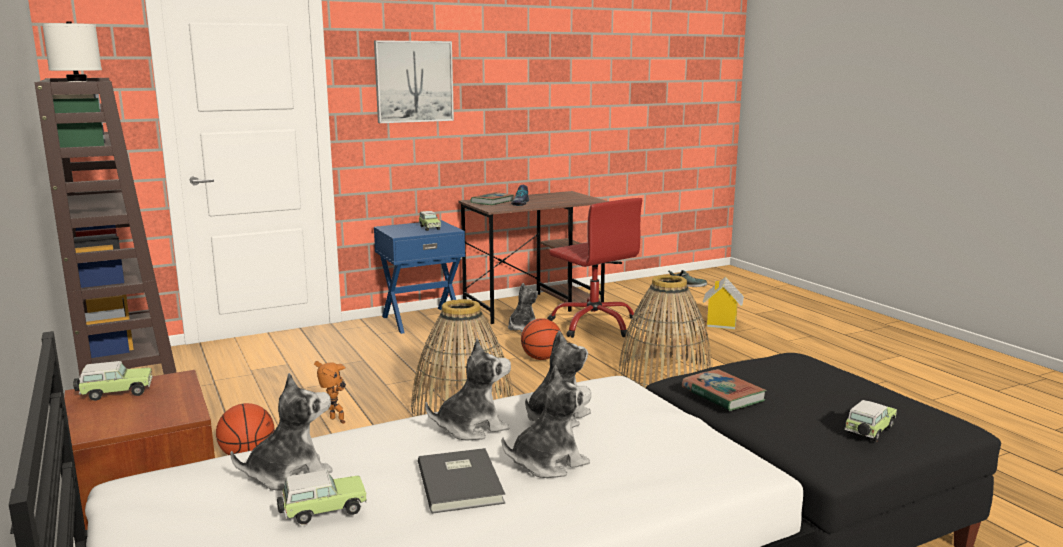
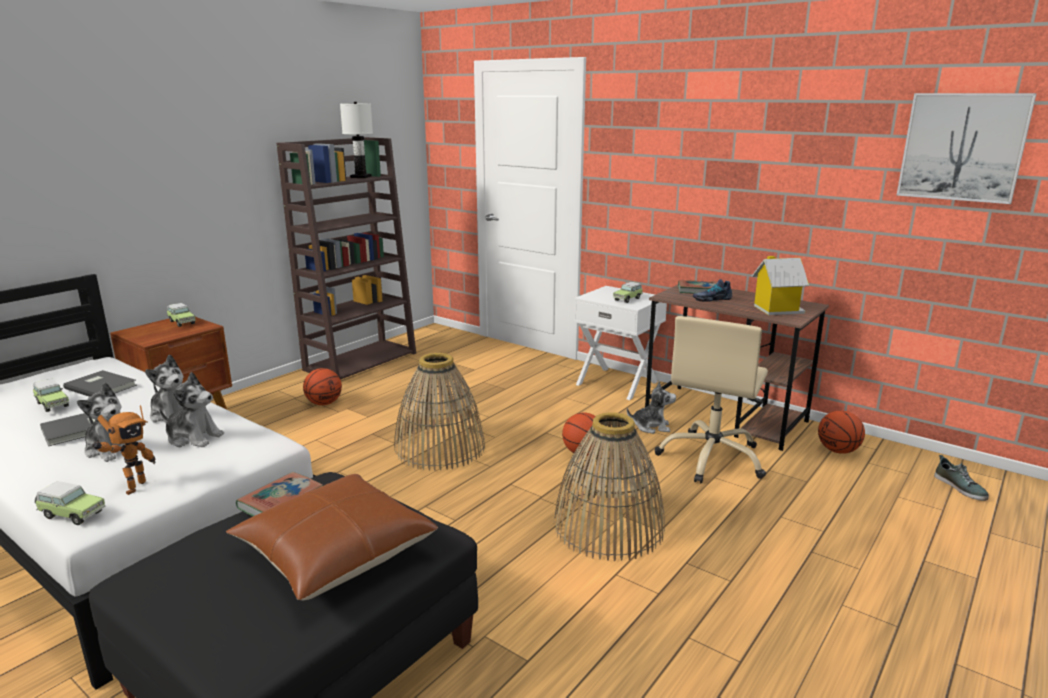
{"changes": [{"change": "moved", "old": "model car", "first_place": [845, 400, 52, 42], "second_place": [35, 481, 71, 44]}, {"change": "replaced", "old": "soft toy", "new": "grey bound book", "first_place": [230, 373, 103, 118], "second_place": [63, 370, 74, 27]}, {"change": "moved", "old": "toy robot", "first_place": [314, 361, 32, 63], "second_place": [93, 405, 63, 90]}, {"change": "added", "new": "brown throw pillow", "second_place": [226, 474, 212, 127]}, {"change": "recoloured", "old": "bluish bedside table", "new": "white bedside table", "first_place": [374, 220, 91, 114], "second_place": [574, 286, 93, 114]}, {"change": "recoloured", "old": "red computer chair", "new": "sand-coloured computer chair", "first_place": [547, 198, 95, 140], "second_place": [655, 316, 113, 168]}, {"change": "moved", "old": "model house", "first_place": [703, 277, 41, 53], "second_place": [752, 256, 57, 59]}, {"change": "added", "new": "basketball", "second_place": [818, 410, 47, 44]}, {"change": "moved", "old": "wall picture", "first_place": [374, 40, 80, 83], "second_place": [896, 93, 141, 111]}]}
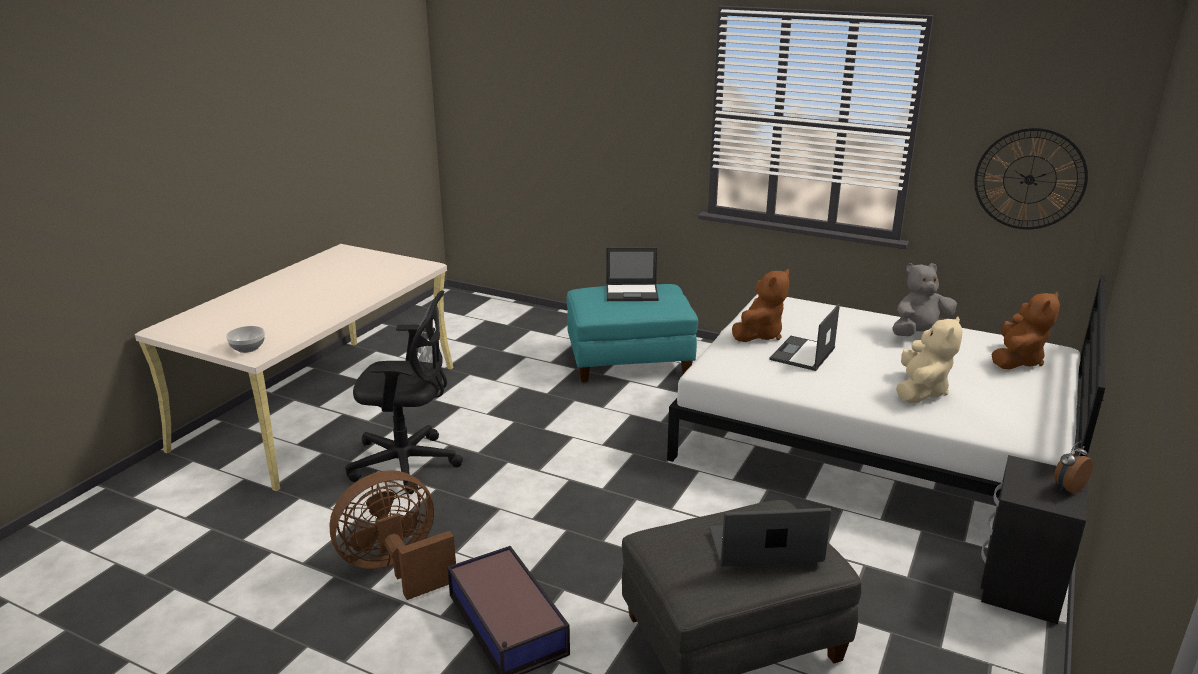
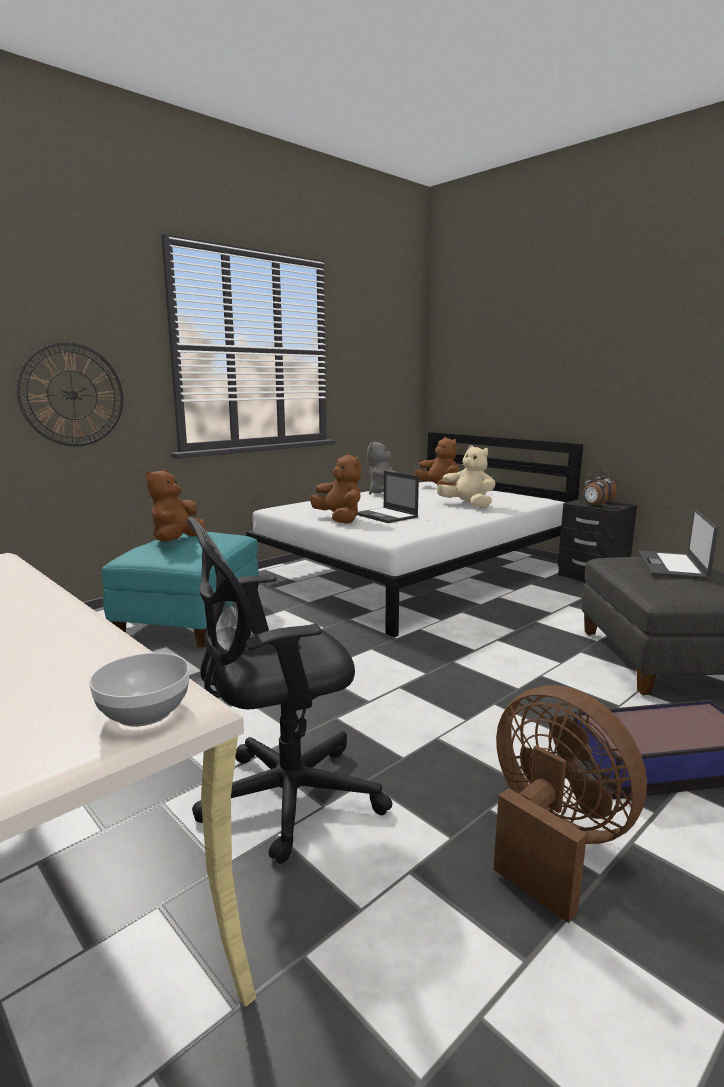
{"changes": [{"change": "moved", "old": "clock on the wall", "first_place": [974, 128, 114, 101], "second_place": [16, 342, 107, 104]}, {"change": "replaced", "old": "laptop", "new": "brown soft toy", "first_place": [606, 248, 53, 53], "second_place": [146, 469, 60, 73]}, {"change": "turned", "old": "blackish computer chair", "first_place": [345, 290, 118, 204], "second_place": [187, 517, 206, 347], "degrees": -135}, {"change": "turned", "old": "brown fan", "first_place": [330, 470, 126, 130], "second_place": [493, 685, 154, 238], "degrees": 150}, {"change": "added", "new": "alarm clock", "second_place": [583, 474, 26, 33]}]}
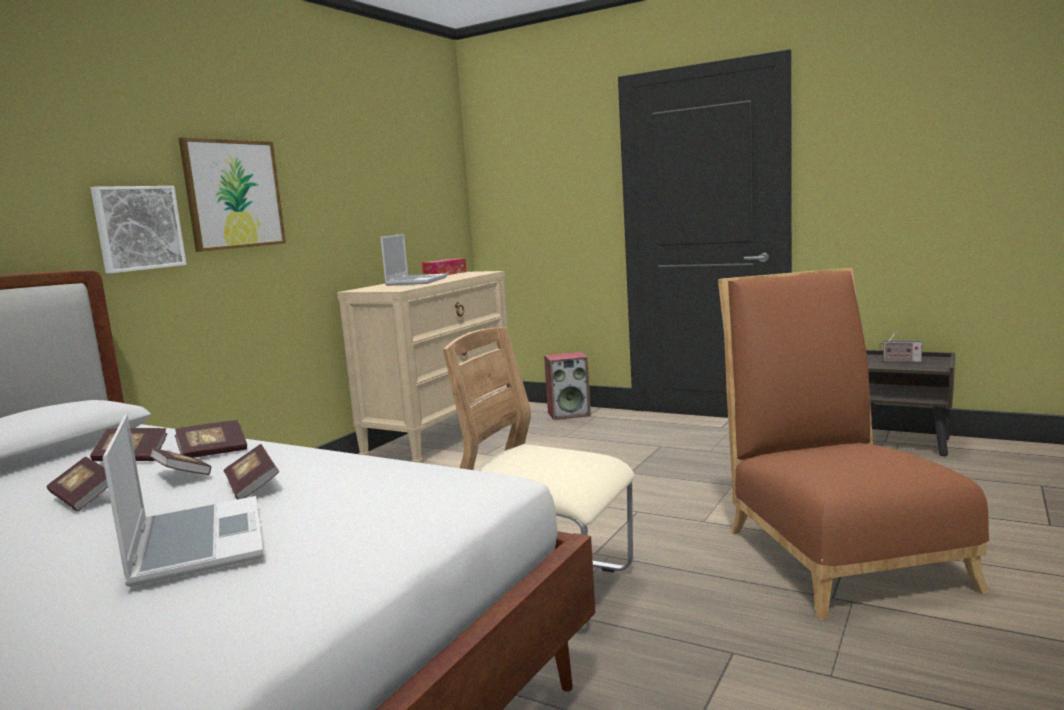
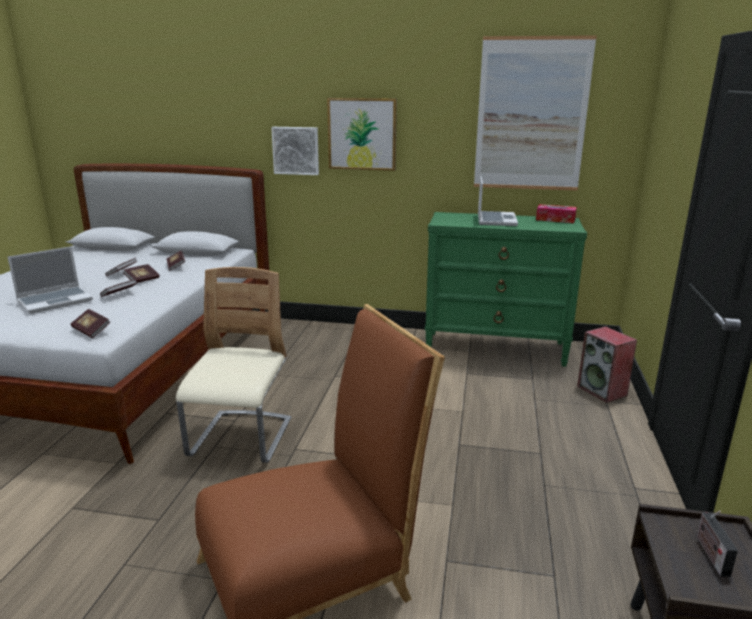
{"changes": [{"change": "moved", "old": "bound book", "first_place": [175, 420, 72, 38], "second_place": [71, 309, 39, 29]}, {"change": "recoloured", "old": "sand-coloured drawer chest", "new": "green drawer chest", "first_place": [337, 271, 171, 192], "second_place": [425, 212, 162, 155]}, {"change": "added", "new": "wall picture", "second_place": [474, 36, 123, 155]}, {"change": "turned", "old": "laptop", "first_place": [381, 234, 66, 52], "second_place": [478, 176, 40, 50], "degrees": -75}]}
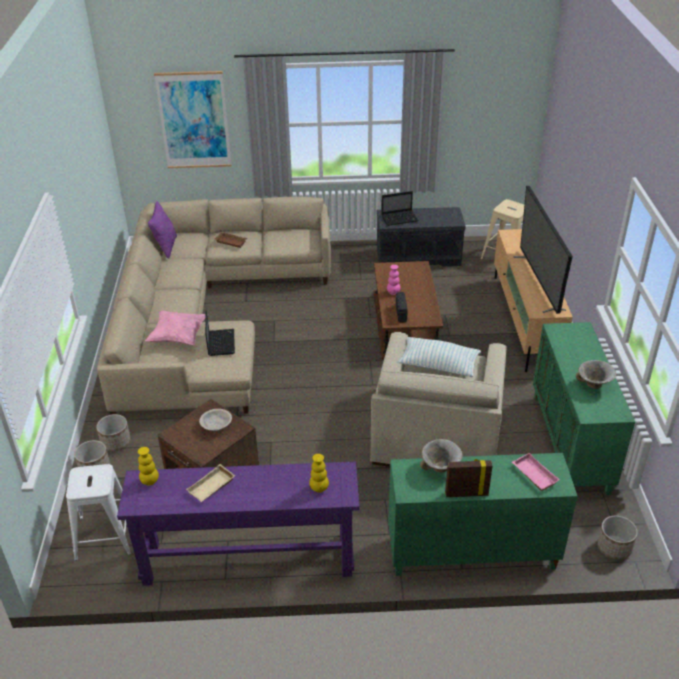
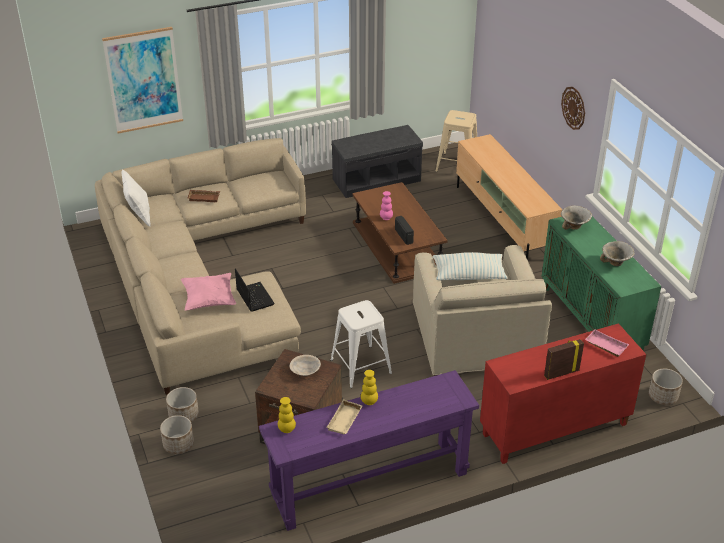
{"changes": [{"change": "recoloured", "old": "purple throw pillow", "new": "white throw pillow", "first_place": [148, 201, 29, 58], "second_place": [121, 169, 30, 57]}, {"change": "moved", "old": "white stool seat", "first_place": [66, 464, 65, 97], "second_place": [331, 300, 61, 88]}, {"change": "moved", "old": "yellow-coloured flower vase", "first_place": [309, 454, 20, 39], "second_place": [361, 370, 17, 35]}, {"change": "recoloured", "old": "green storage cabinet", "new": "red storage cabinet", "first_place": [388, 453, 190, 123], "second_place": [480, 323, 166, 141]}, {"change": "added", "new": "clock on the wall", "second_place": [561, 87, 24, 43]}, {"change": "moved", "old": "deep dish", "first_place": [420, 439, 43, 34], "second_place": [561, 205, 31, 25]}, {"change": "removed", "old": "laptop", "first_place": [381, 191, 38, 35]}, {"change": "removed", "old": "TV", "first_place": [513, 186, 60, 128]}]}
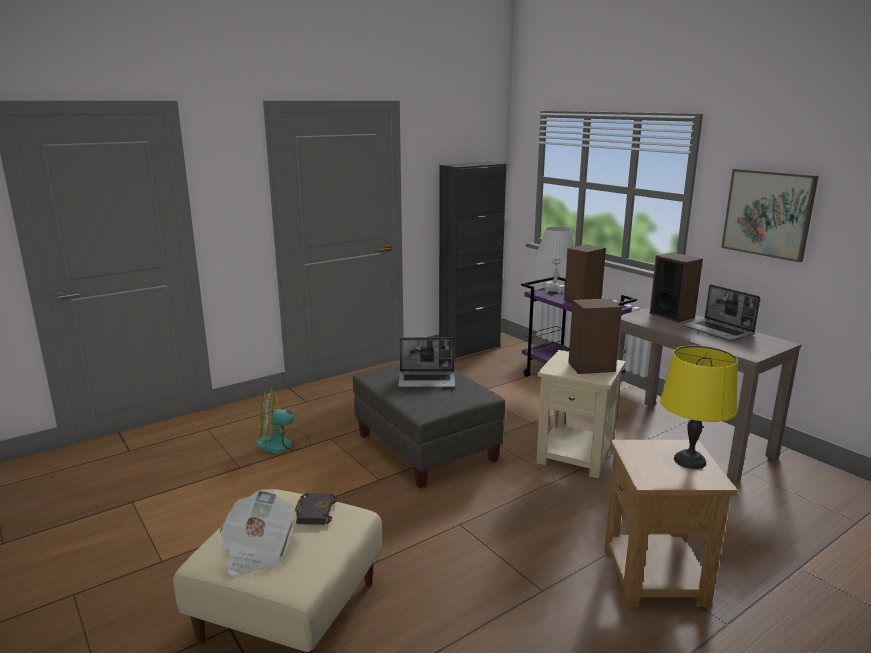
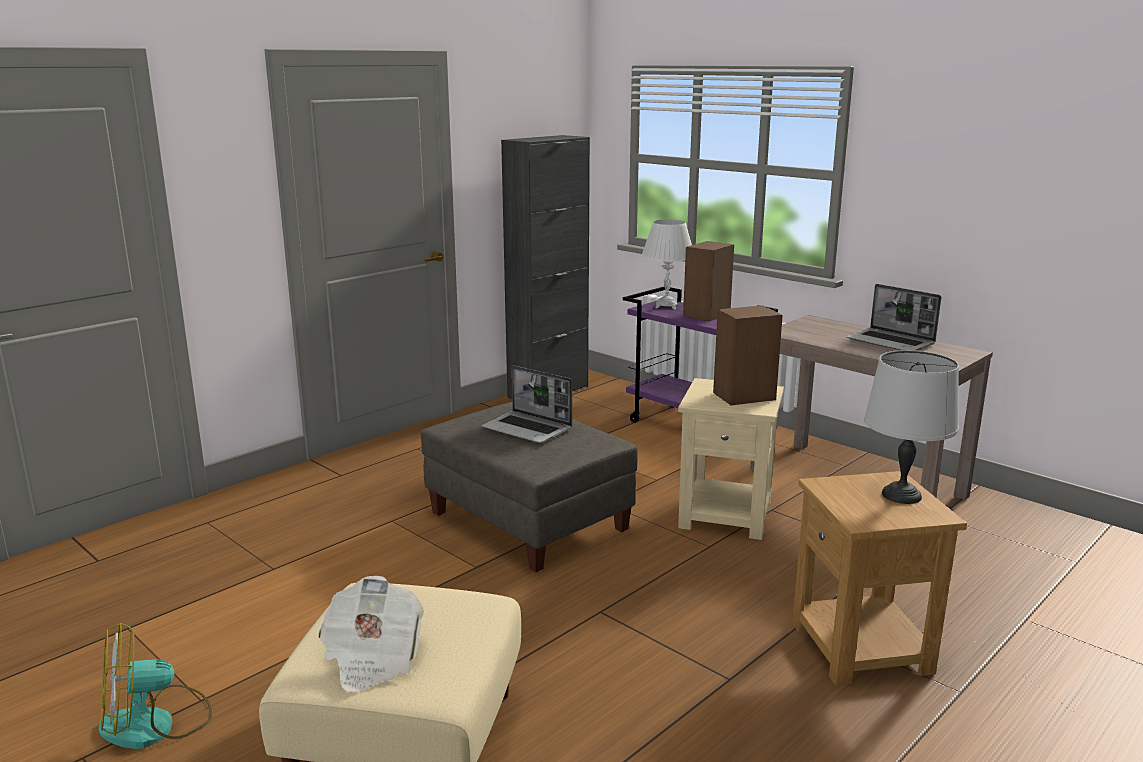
{"changes": [{"change": "moved", "old": "fan", "first_place": [256, 390, 55, 63], "second_place": [99, 623, 114, 126]}, {"change": "turned", "old": "laptop", "first_place": [398, 337, 57, 50], "second_place": [481, 365, 91, 78], "degrees": 45}, {"change": "recoloured", "old": "yellow-coloured lamp for a table", "new": "grey lamp for a table", "first_place": [660, 345, 78, 124], "second_place": [864, 350, 95, 154]}, {"change": "removed", "old": "blackish bound book", "first_place": [295, 493, 43, 32]}, {"change": "removed", "old": "speaker", "first_place": [649, 252, 54, 70]}, {"change": "removed", "old": "wall picture", "first_place": [721, 169, 98, 93]}]}
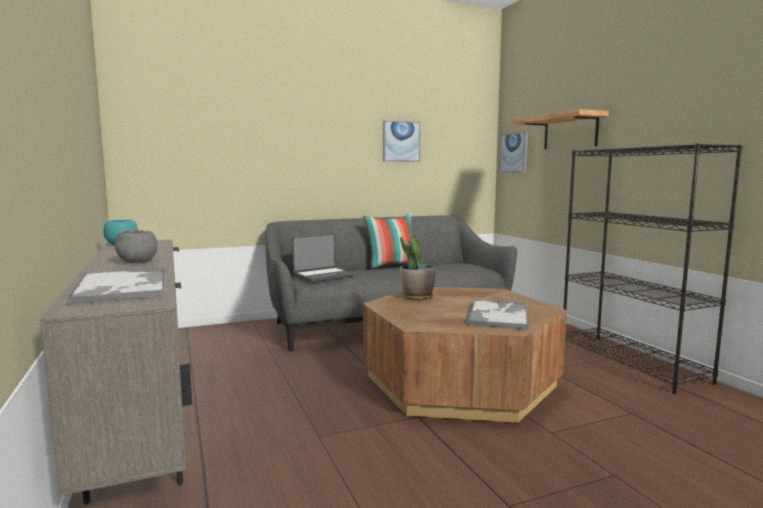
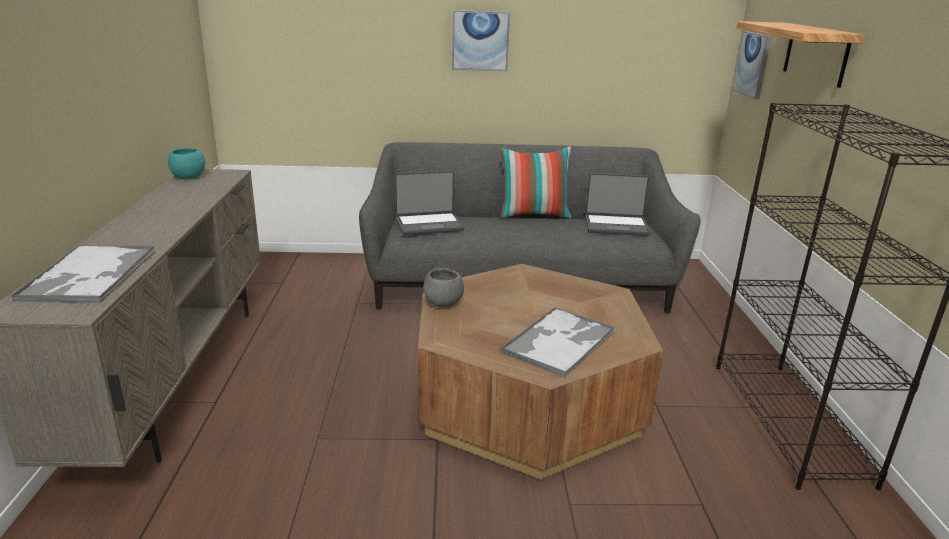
{"changes": [{"change": "moved", "old": "grey deep dish", "first_place": [115, 230, 43, 33], "second_place": [423, 268, 41, 40]}, {"change": "moved", "old": "wall picture", "first_place": [383, 120, 38, 42], "second_place": [452, 10, 58, 61]}, {"change": "added", "new": "laptop", "second_place": [585, 173, 65, 63]}, {"change": "removed", "old": "potted plant", "first_place": [400, 235, 35, 65]}]}
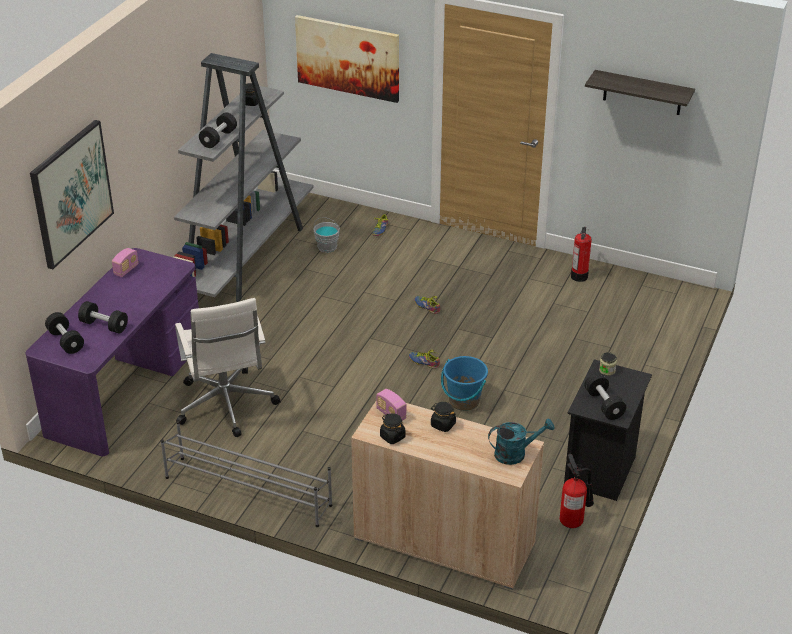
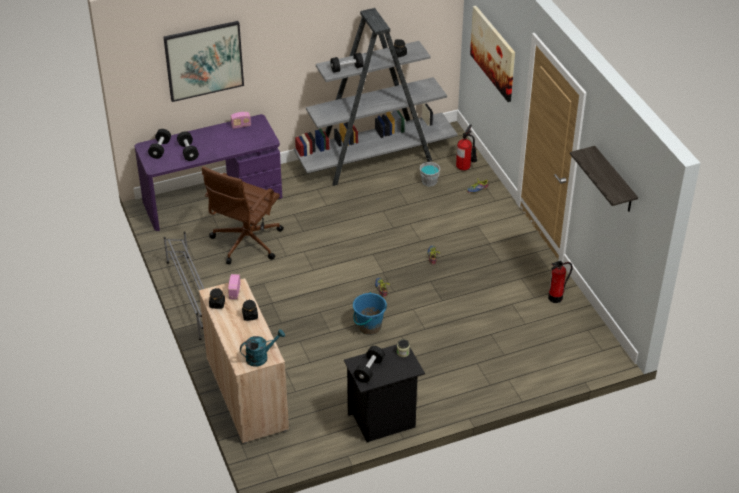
{"changes": [{"change": "recoloured", "old": "white computer chair", "new": "brown computer chair", "first_place": [175, 298, 106, 139], "second_place": [202, 166, 82, 98]}, {"change": "turned", "old": "blue-green watering can", "first_place": [488, 418, 66, 47], "second_place": [240, 329, 45, 38], "degrees": -60}, {"change": "moved", "old": "fire-fighting cylinder", "first_place": [560, 454, 34, 74], "second_place": [456, 124, 21, 46]}]}
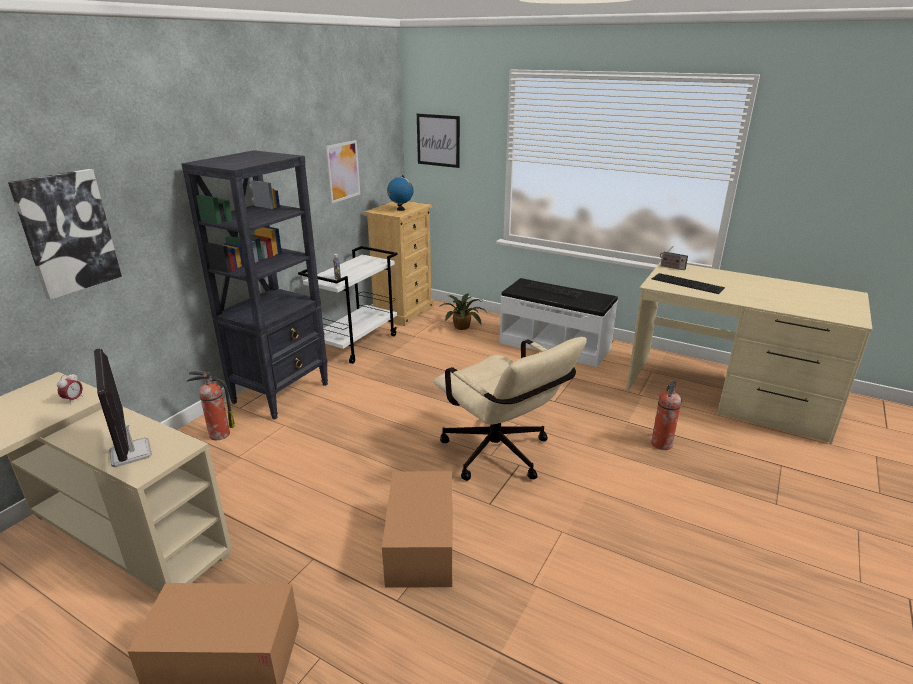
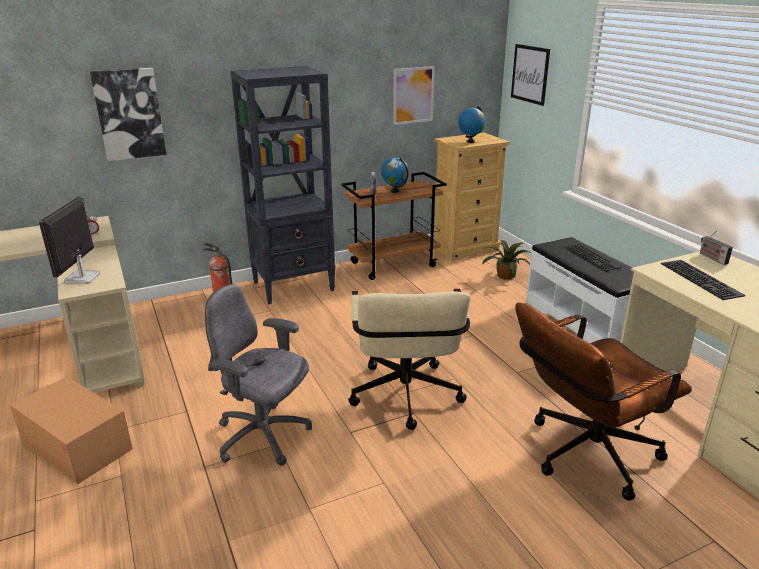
{"changes": [{"change": "replaced", "old": "carton", "new": "grey computer chair", "first_place": [382, 471, 70, 117], "second_place": [205, 284, 107, 182]}, {"change": "recoloured", "old": "white wheeled cart", "new": "brown wheeled cart", "first_place": [298, 246, 99, 118], "second_place": [341, 172, 106, 108]}, {"change": "added", "new": "desk globe", "second_place": [381, 158, 28, 35]}, {"change": "replaced", "old": "fire-fighting cylinder", "new": "brown computer chair", "first_place": [651, 381, 30, 69], "second_place": [515, 303, 177, 198]}]}
